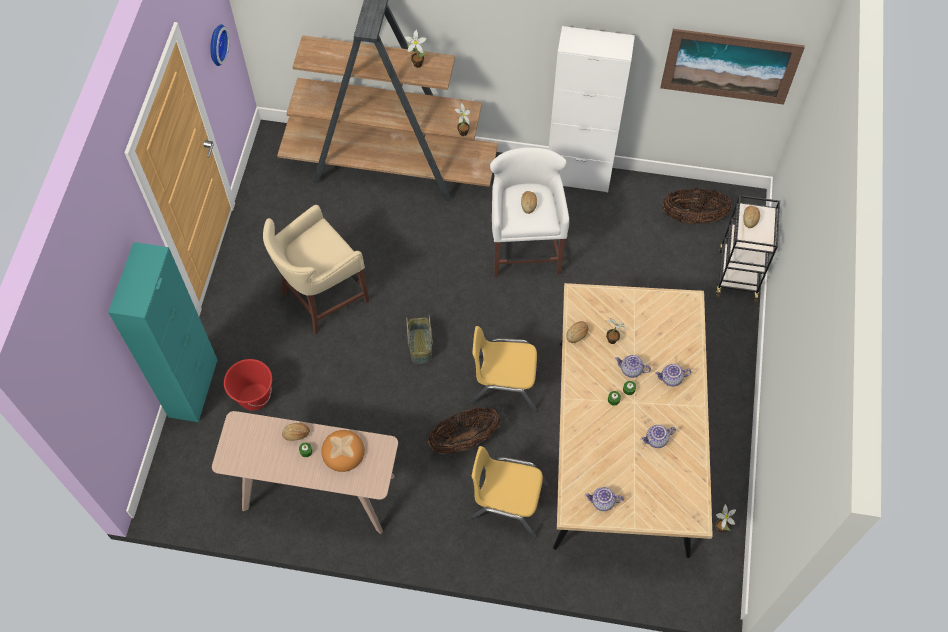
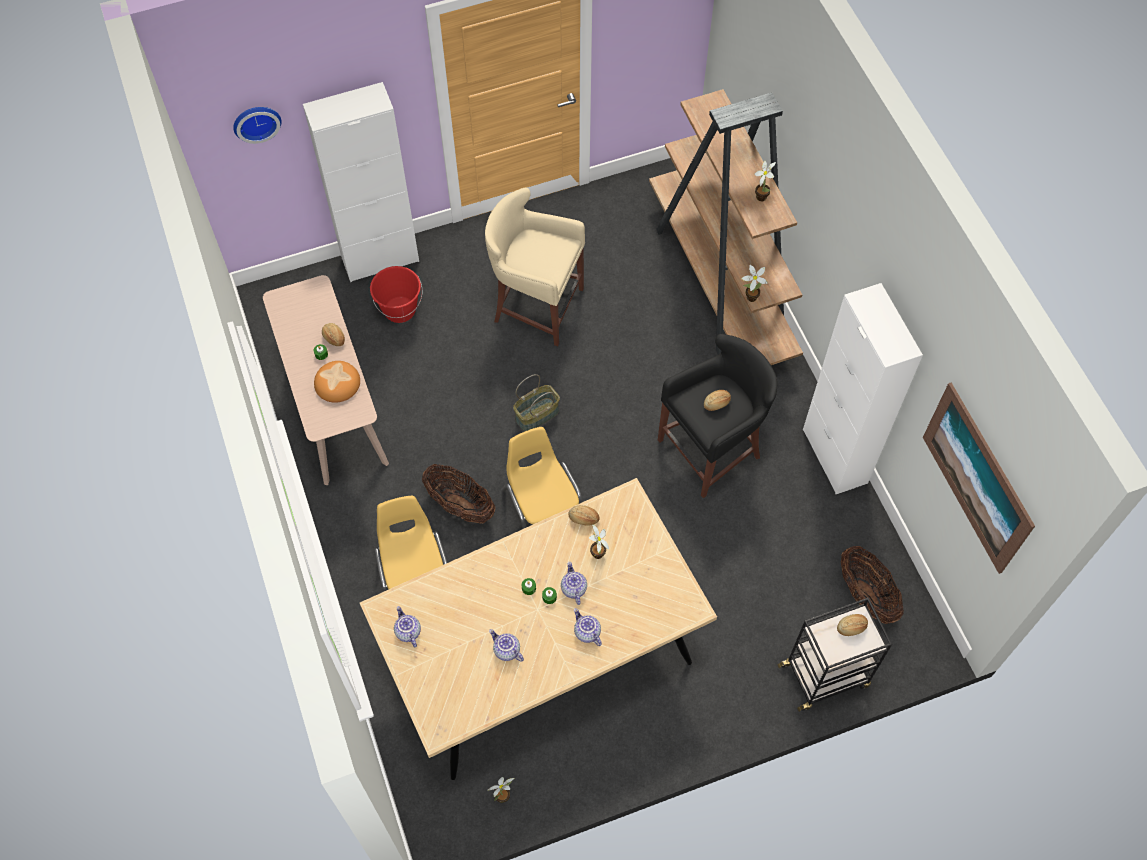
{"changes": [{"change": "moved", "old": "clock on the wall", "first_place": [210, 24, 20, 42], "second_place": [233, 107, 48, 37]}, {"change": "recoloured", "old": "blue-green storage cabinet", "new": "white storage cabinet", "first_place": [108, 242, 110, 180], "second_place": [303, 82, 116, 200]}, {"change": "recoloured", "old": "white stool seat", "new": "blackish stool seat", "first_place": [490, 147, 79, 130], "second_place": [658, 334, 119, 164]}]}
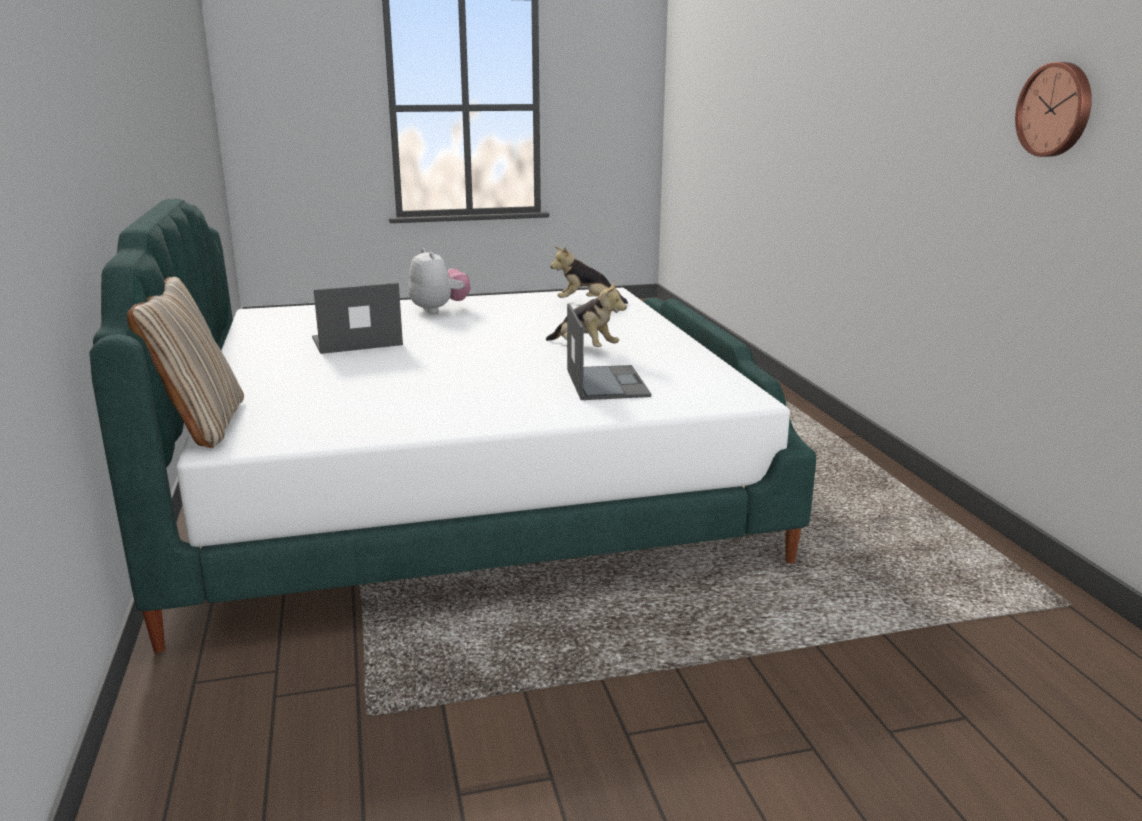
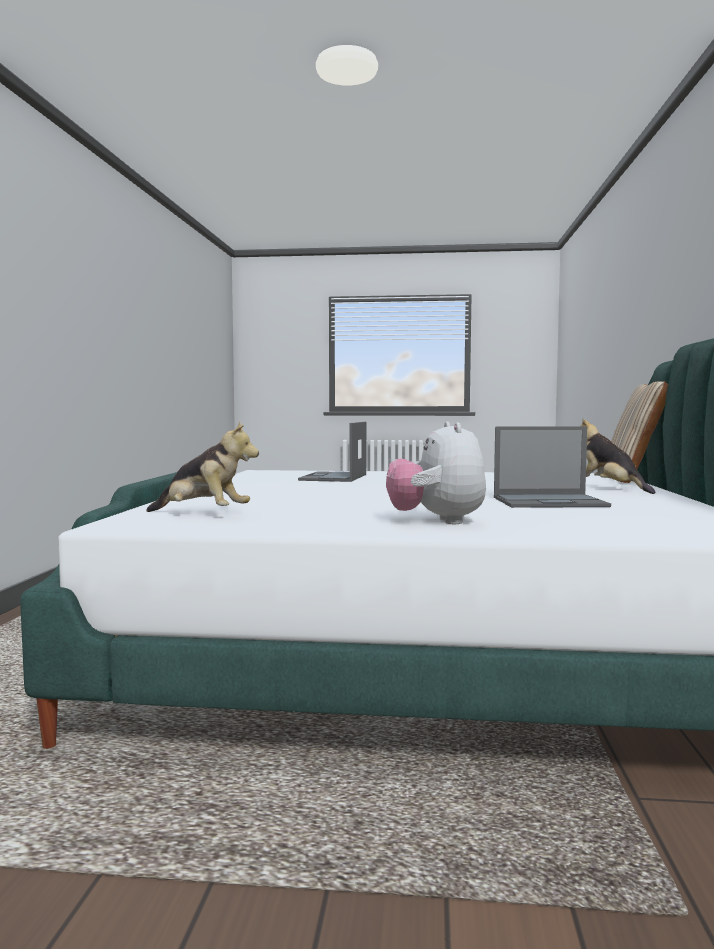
{"changes": [{"change": "moved", "old": "soft toy", "first_place": [546, 281, 81, 66], "second_place": [581, 419, 75, 75]}, {"change": "removed", "old": "clock on the wall", "first_place": [1015, 62, 77, 95]}]}
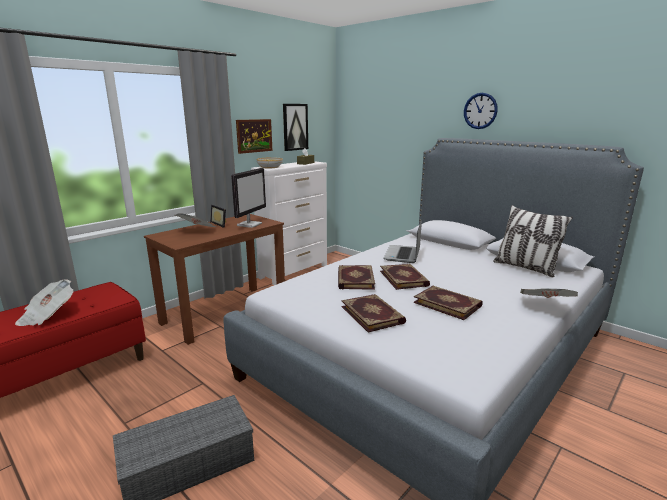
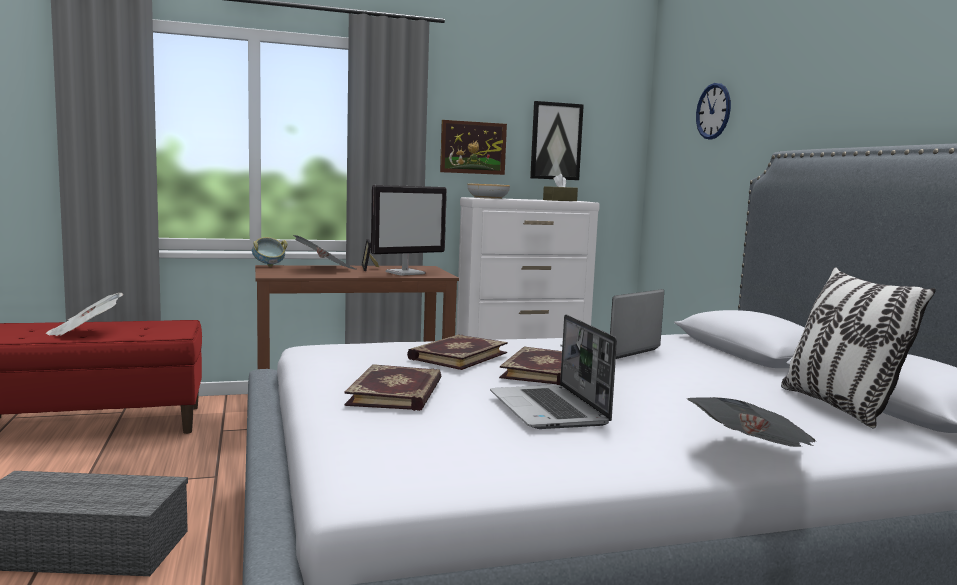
{"changes": [{"change": "added", "new": "deep dish", "second_place": [252, 237, 35, 30]}, {"change": "replaced", "old": "bound book", "new": "laptop", "first_place": [413, 286, 70, 34], "second_place": [490, 314, 127, 115]}, {"change": "moved", "old": "clock on the wall", "first_place": [464, 93, 34, 36], "second_place": [696, 83, 35, 57]}]}
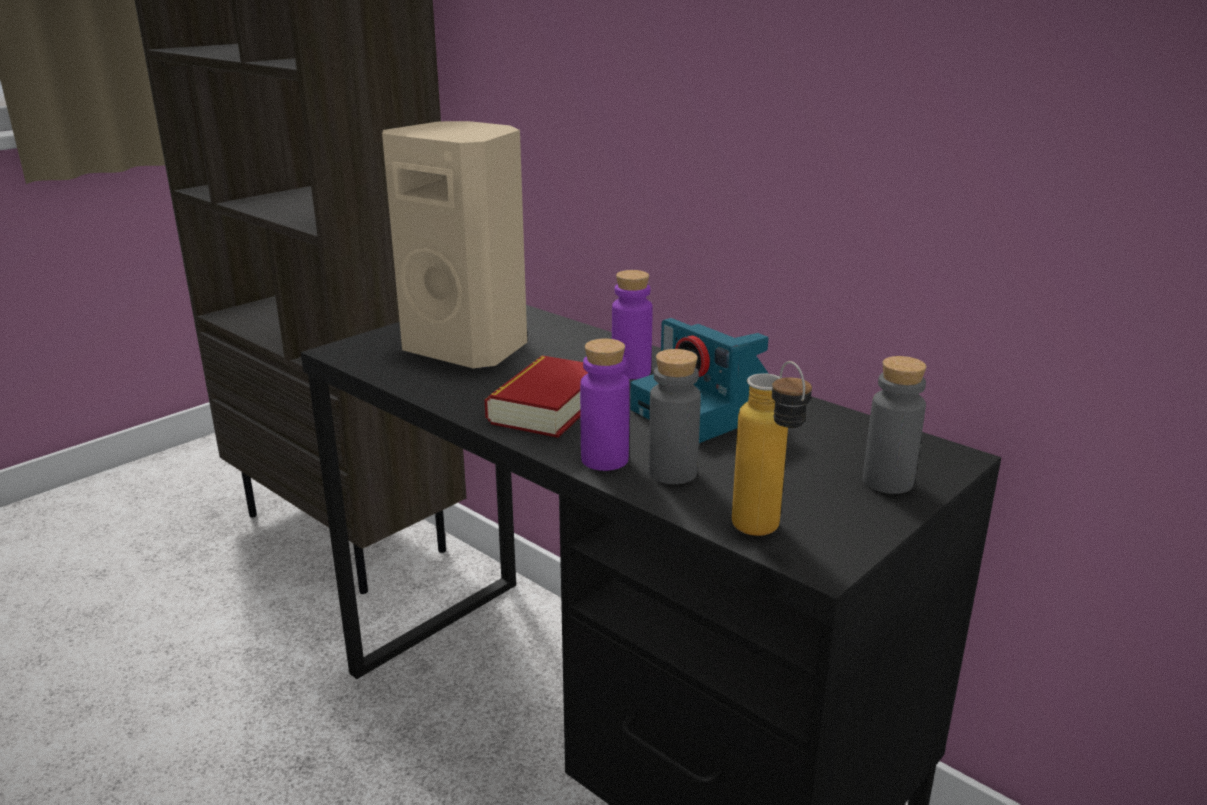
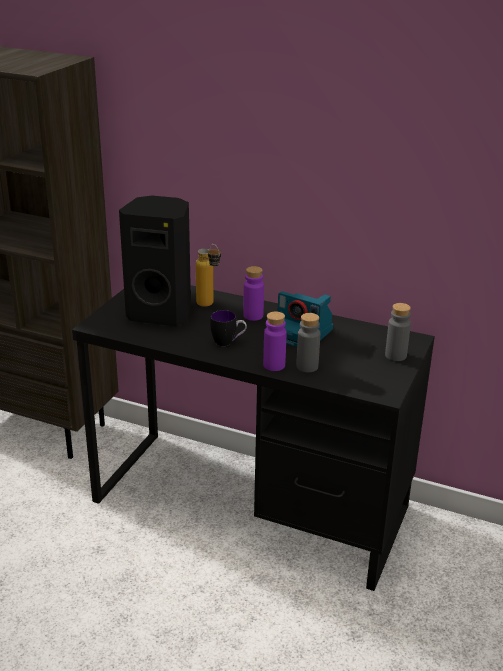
{"changes": [{"change": "recoloured", "old": "sand-coloured speaker", "new": "blackish speaker", "first_place": [382, 121, 145, 247], "second_place": [119, 196, 72, 130]}, {"change": "moved", "old": "beverage bottle", "first_place": [732, 361, 80, 175], "second_place": [196, 244, 25, 63]}, {"change": "replaced", "old": "bound book", "new": "mug", "first_place": [485, 355, 103, 83], "second_place": [210, 310, 37, 36]}]}
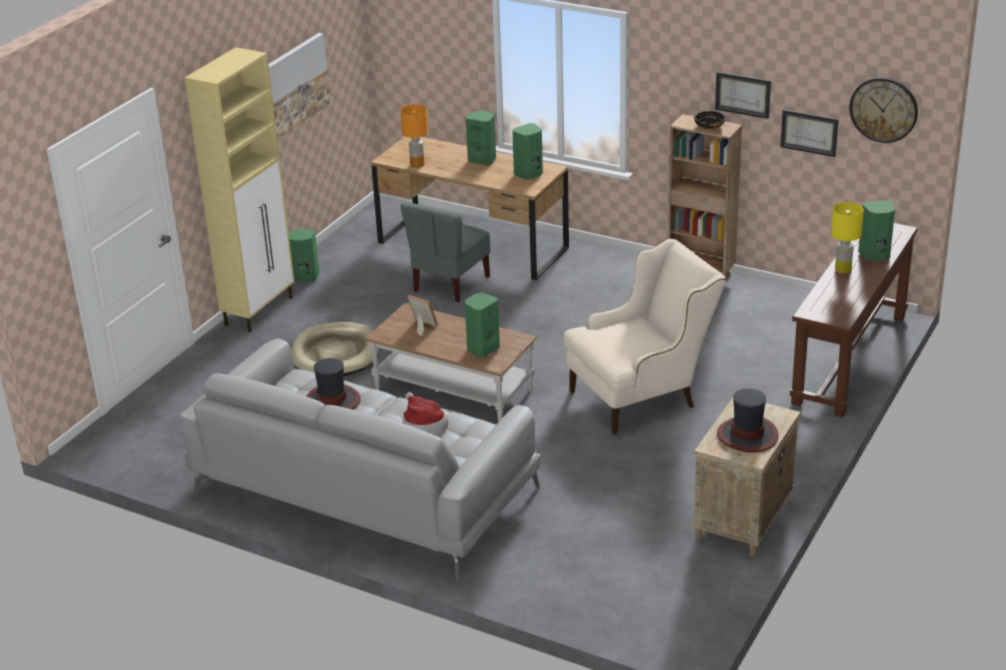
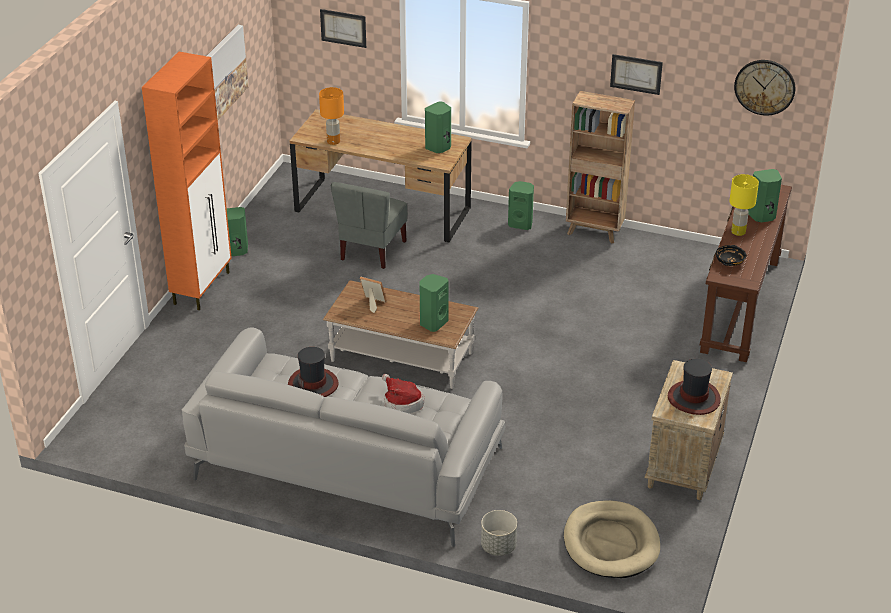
{"changes": [{"change": "recoloured", "old": "sand-coloured storage cabinet", "new": "orangey storage cabinet", "first_place": [185, 47, 109, 285], "second_place": [142, 52, 90, 258]}, {"change": "moved", "old": "wall picture", "first_place": [780, 110, 59, 47], "second_place": [320, 9, 46, 39]}, {"change": "added", "new": "grey flower pot", "second_place": [481, 510, 36, 46]}, {"change": "moved", "old": "green speaker", "first_place": [466, 111, 30, 54], "second_place": [508, 181, 26, 49]}, {"change": "moved", "old": "sand-coloured dog bed", "first_place": [291, 322, 89, 54], "second_place": [564, 500, 96, 78]}, {"change": "moved", "old": "blackish deep dish", "first_place": [694, 111, 32, 19], "second_place": [716, 245, 30, 21]}, {"change": "removed", "old": "sand-coloured armchair", "first_place": [564, 239, 163, 195]}]}
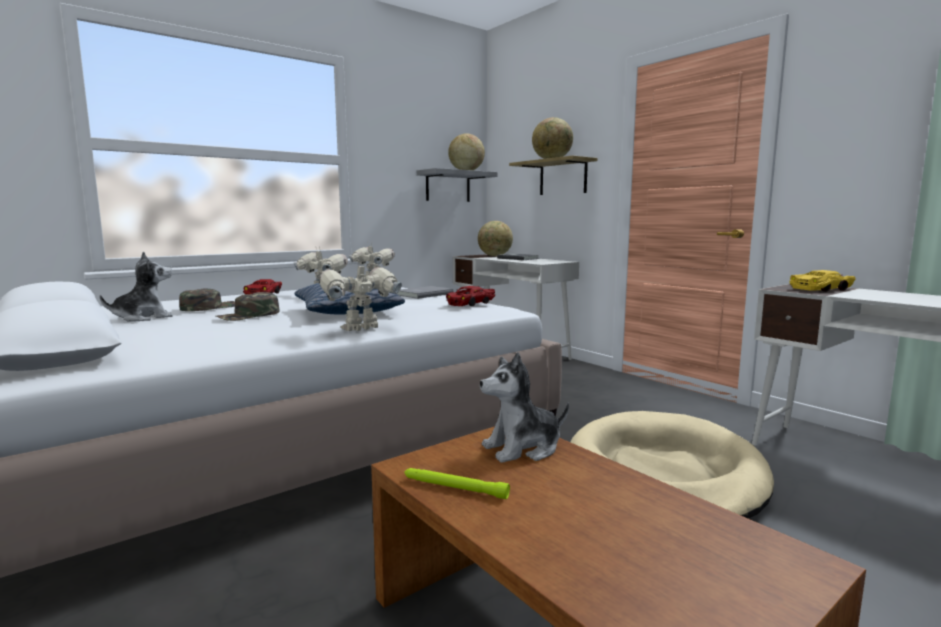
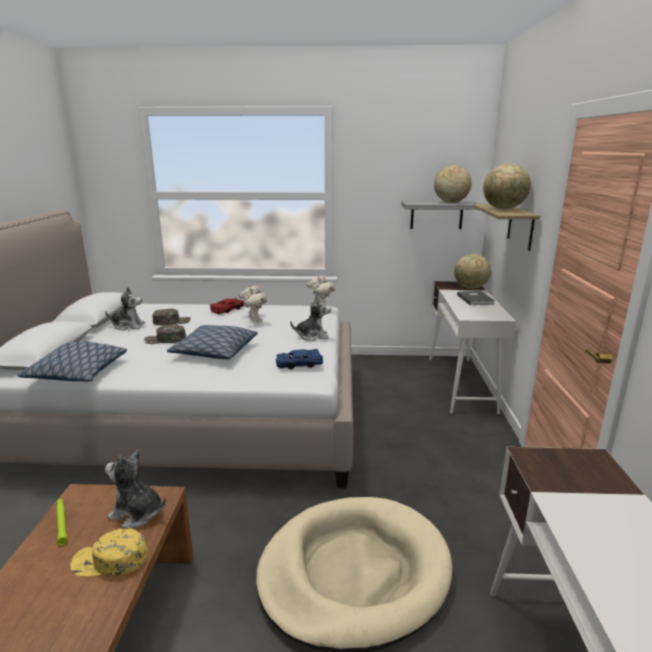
{"changes": [{"change": "added", "new": "throw pillow", "second_place": [18, 342, 109, 40]}, {"change": "added", "new": "yellow-coloured peaked cap", "second_place": [70, 528, 78, 49]}, {"change": "recoloured", "old": "red model car", "new": "bluish model car", "first_place": [446, 286, 49, 20], "second_place": [276, 349, 47, 21]}, {"change": "replaced", "old": "grey bound book", "new": "soft toy", "first_place": [397, 286, 57, 13], "second_place": [290, 295, 41, 46]}, {"change": "removed", "old": "toy robot", "first_place": [319, 259, 83, 72]}, {"change": "removed", "old": "yellow-coloured model car", "first_place": [789, 270, 67, 22]}]}
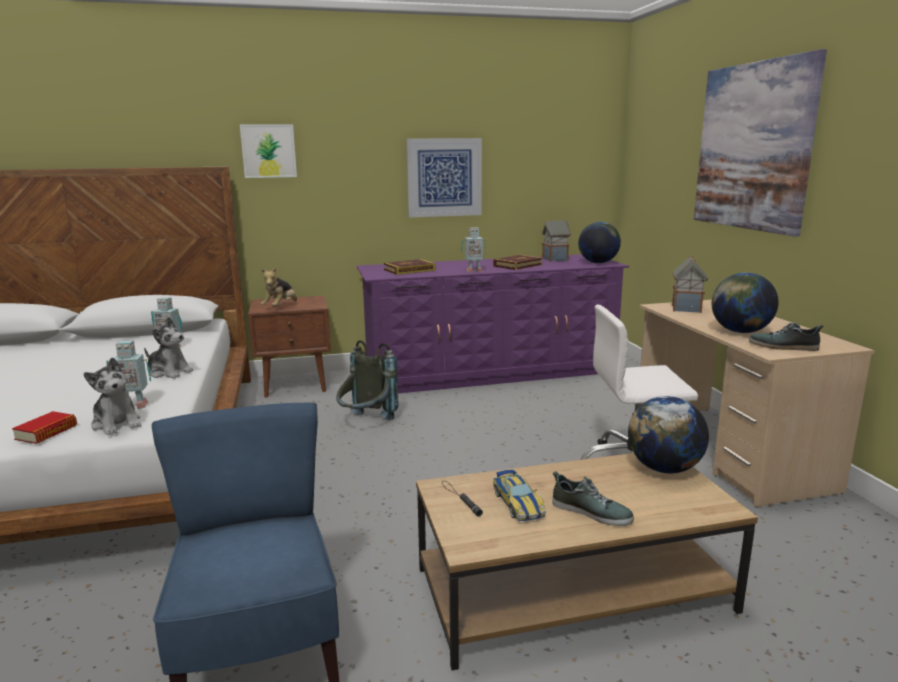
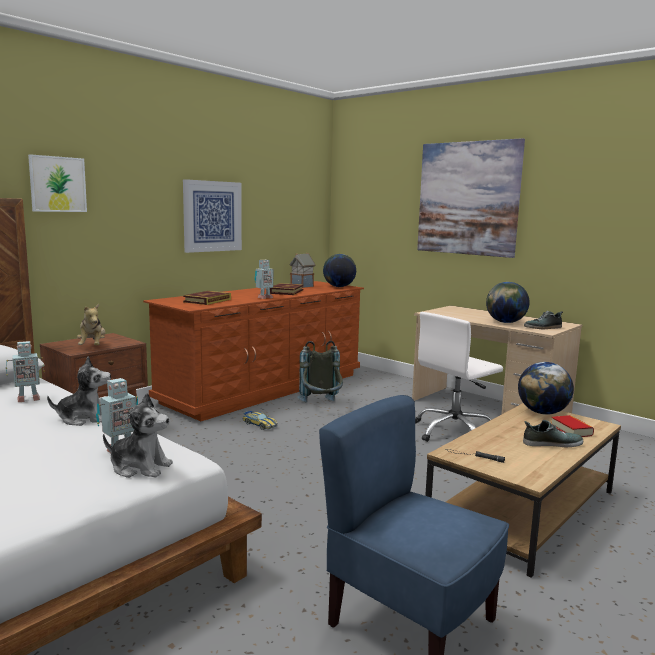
{"changes": [{"change": "recoloured", "old": "purple drawer chest", "new": "brown drawer chest", "first_place": [356, 254, 273, 139], "second_place": [143, 281, 221, 140]}, {"change": "moved", "old": "model car", "first_place": [493, 470, 53, 51], "second_place": [242, 411, 36, 19]}, {"change": "moved", "old": "grey rucksack", "first_place": [336, 340, 62, 80], "second_place": [297, 341, 46, 61]}, {"change": "moved", "old": "bound book", "first_place": [12, 411, 65, 33], "second_place": [551, 415, 43, 22]}, {"change": "removed", "old": "model house", "first_place": [672, 255, 36, 58]}]}
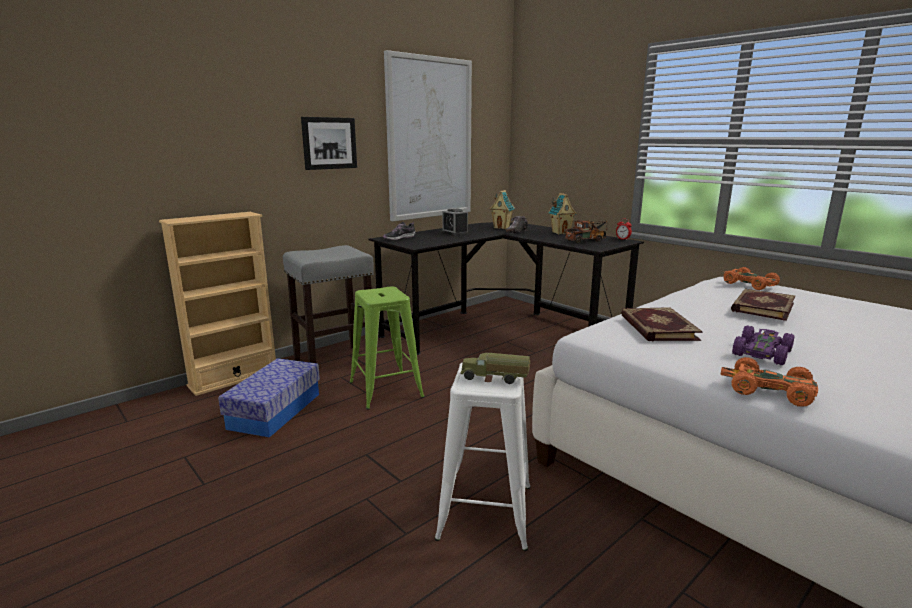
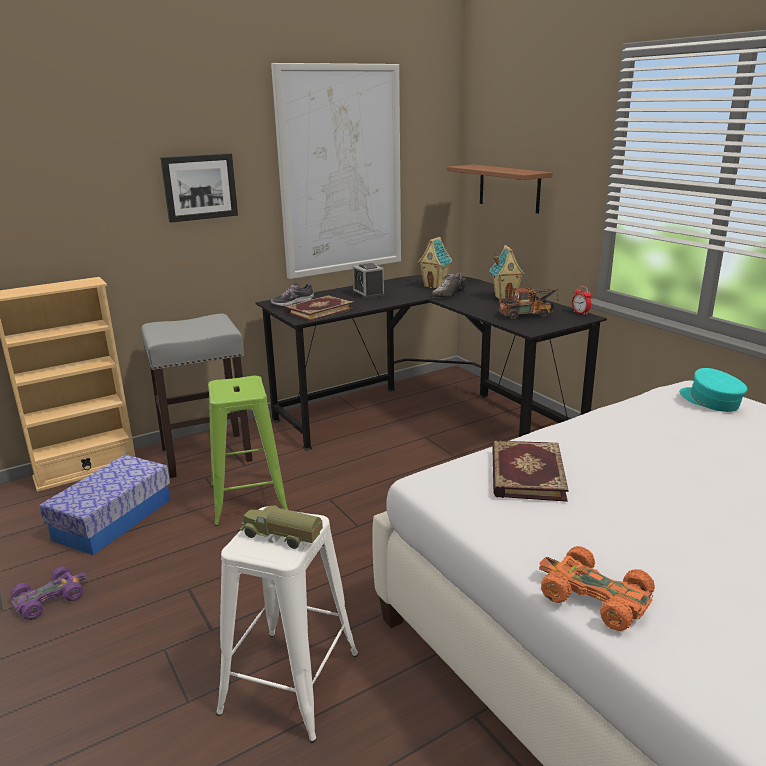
{"changes": [{"change": "moved", "old": "purple model car", "first_place": [732, 325, 62, 40], "second_place": [11, 566, 76, 54]}, {"change": "moved", "old": "bound book", "first_place": [731, 289, 64, 32], "second_place": [284, 295, 71, 27]}, {"change": "added", "new": "brown shelf", "second_place": [447, 165, 106, 48]}, {"change": "replaced", "old": "orangey model car", "new": "blue-green peaked cap", "first_place": [723, 267, 57, 23], "second_place": [679, 368, 68, 44]}]}
